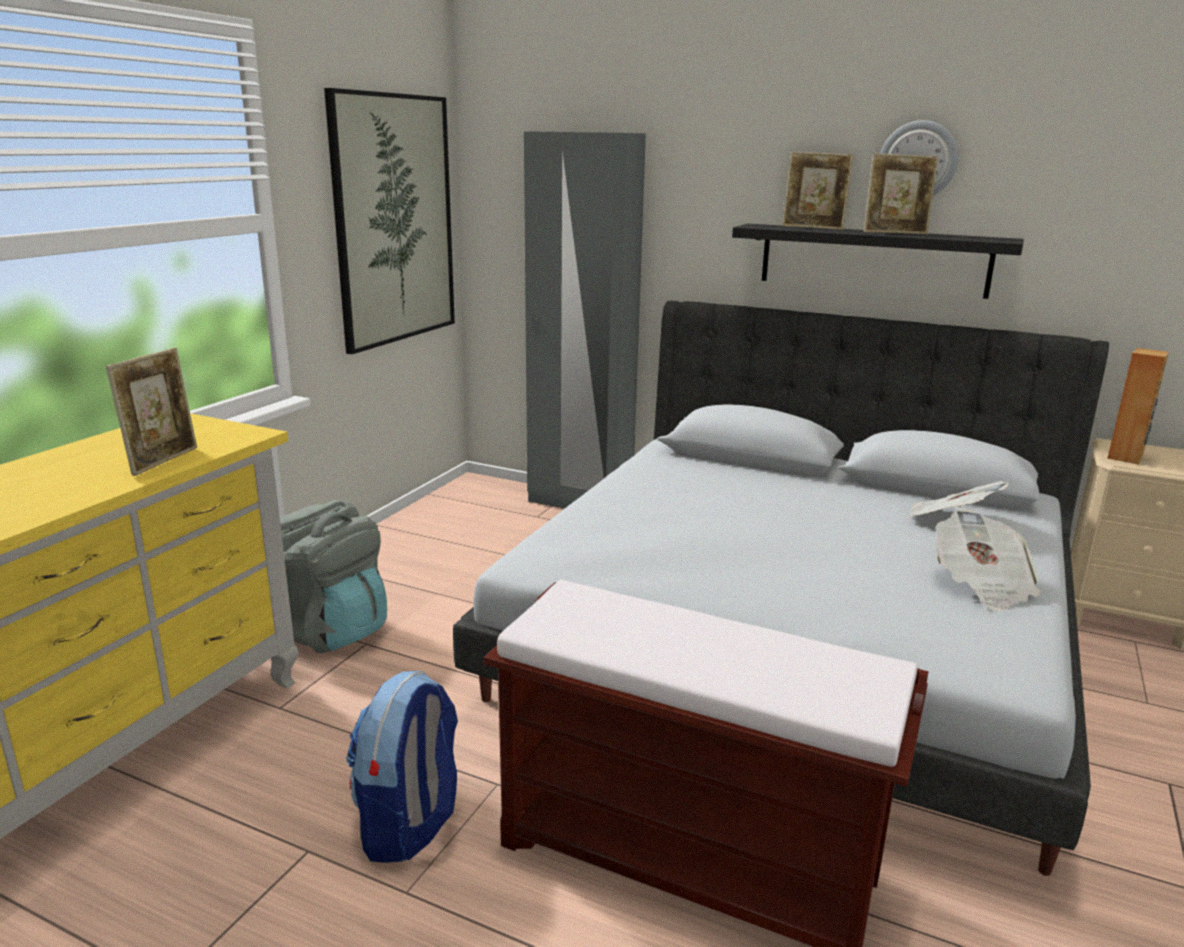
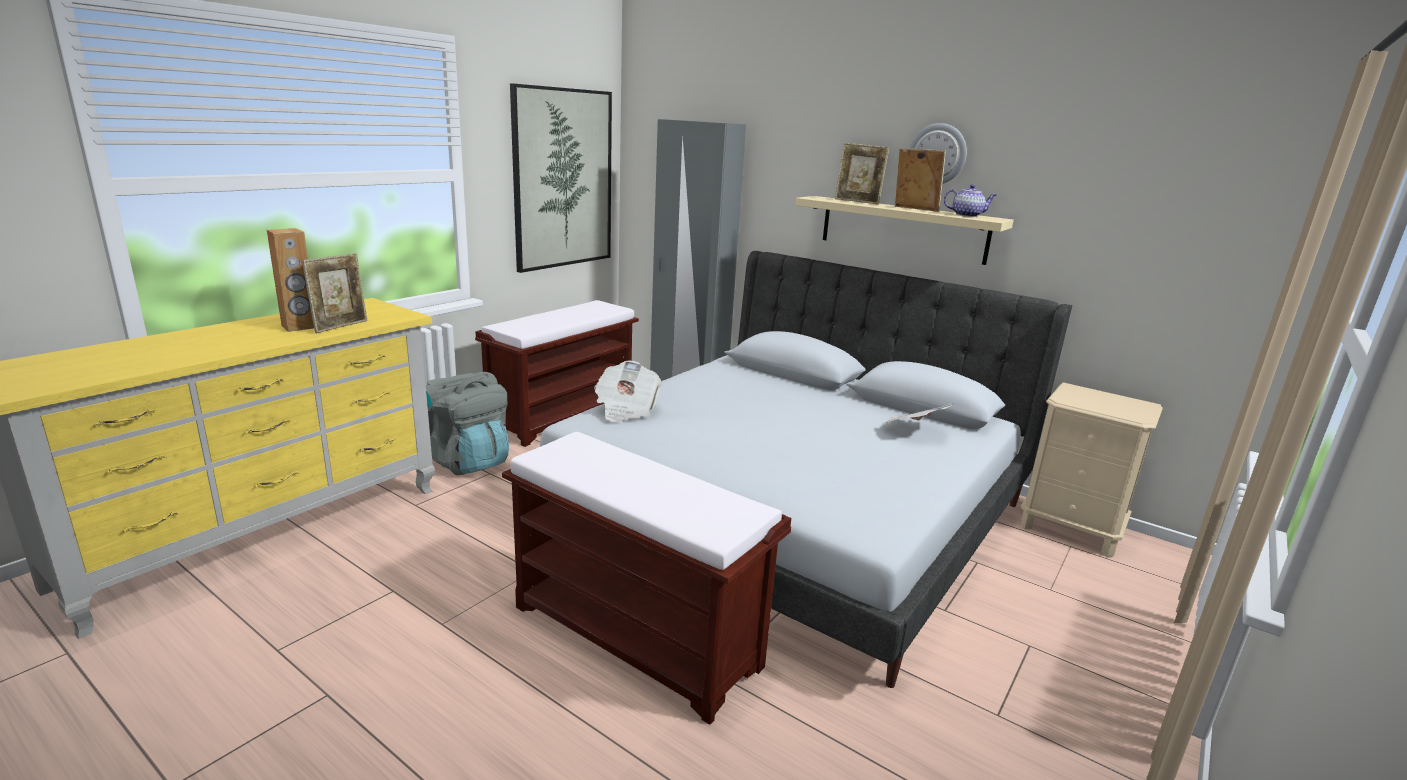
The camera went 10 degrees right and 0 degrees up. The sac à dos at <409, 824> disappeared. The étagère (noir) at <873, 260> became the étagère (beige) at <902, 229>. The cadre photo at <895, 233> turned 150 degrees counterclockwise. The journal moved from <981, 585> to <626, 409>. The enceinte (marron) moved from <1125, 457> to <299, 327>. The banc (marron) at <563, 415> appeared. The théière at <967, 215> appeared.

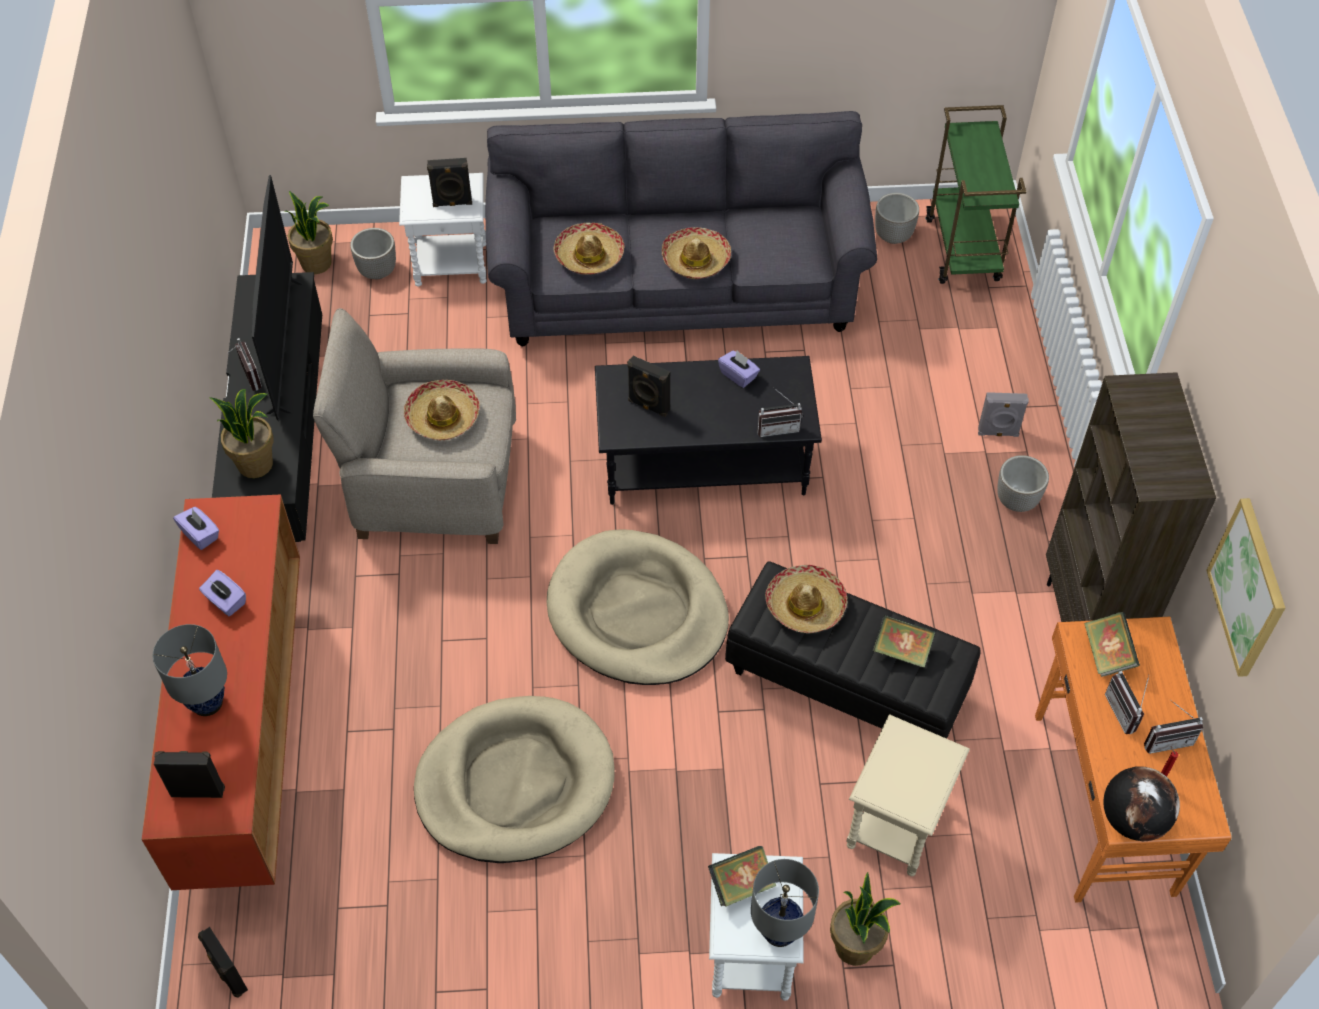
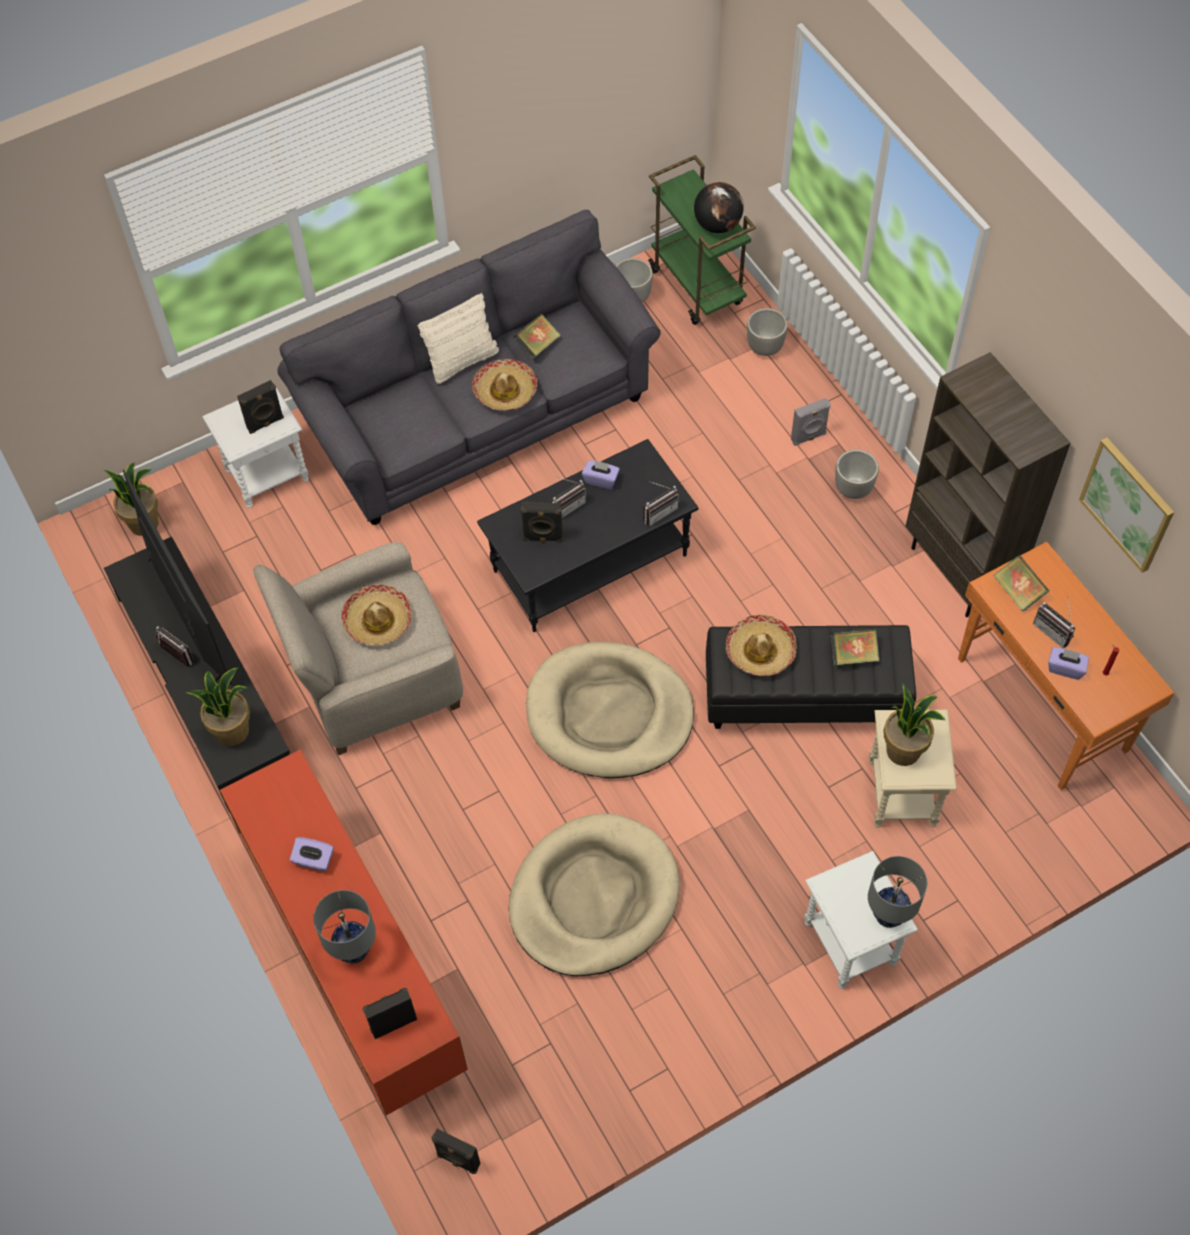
The camera went 25 degrees left and 5 degrees up. The boîte à mouchoirs (violet) moved from <200, 535> to <1065, 668>. The cache-pot moved from <377, 272> to <765, 348>. The chapeau at <589, 256> disappeared. The livre moved from <741, 884> to <537, 345>. The plante en pot moved from <855, 946> to <904, 750>. The globe moved from <1132, 819> to <717, 225>. The radio moved from <1166, 739> to <566, 506>. The coussin (beige) at <462, 361> appeared.

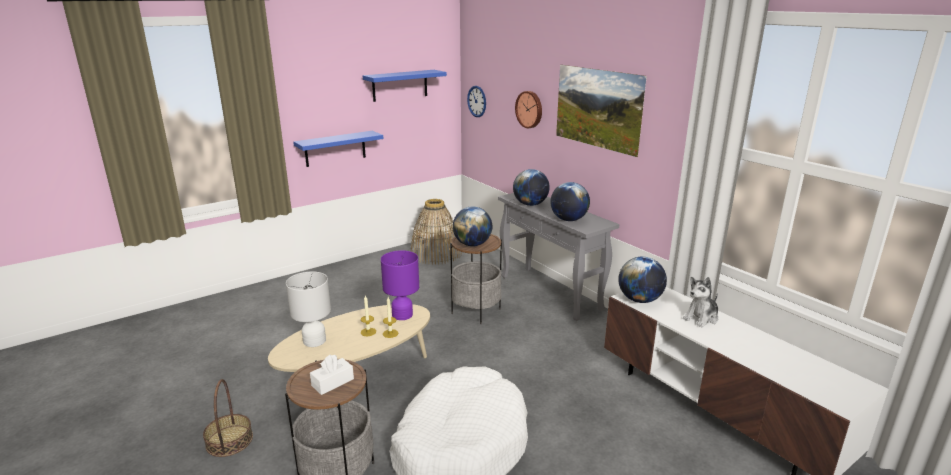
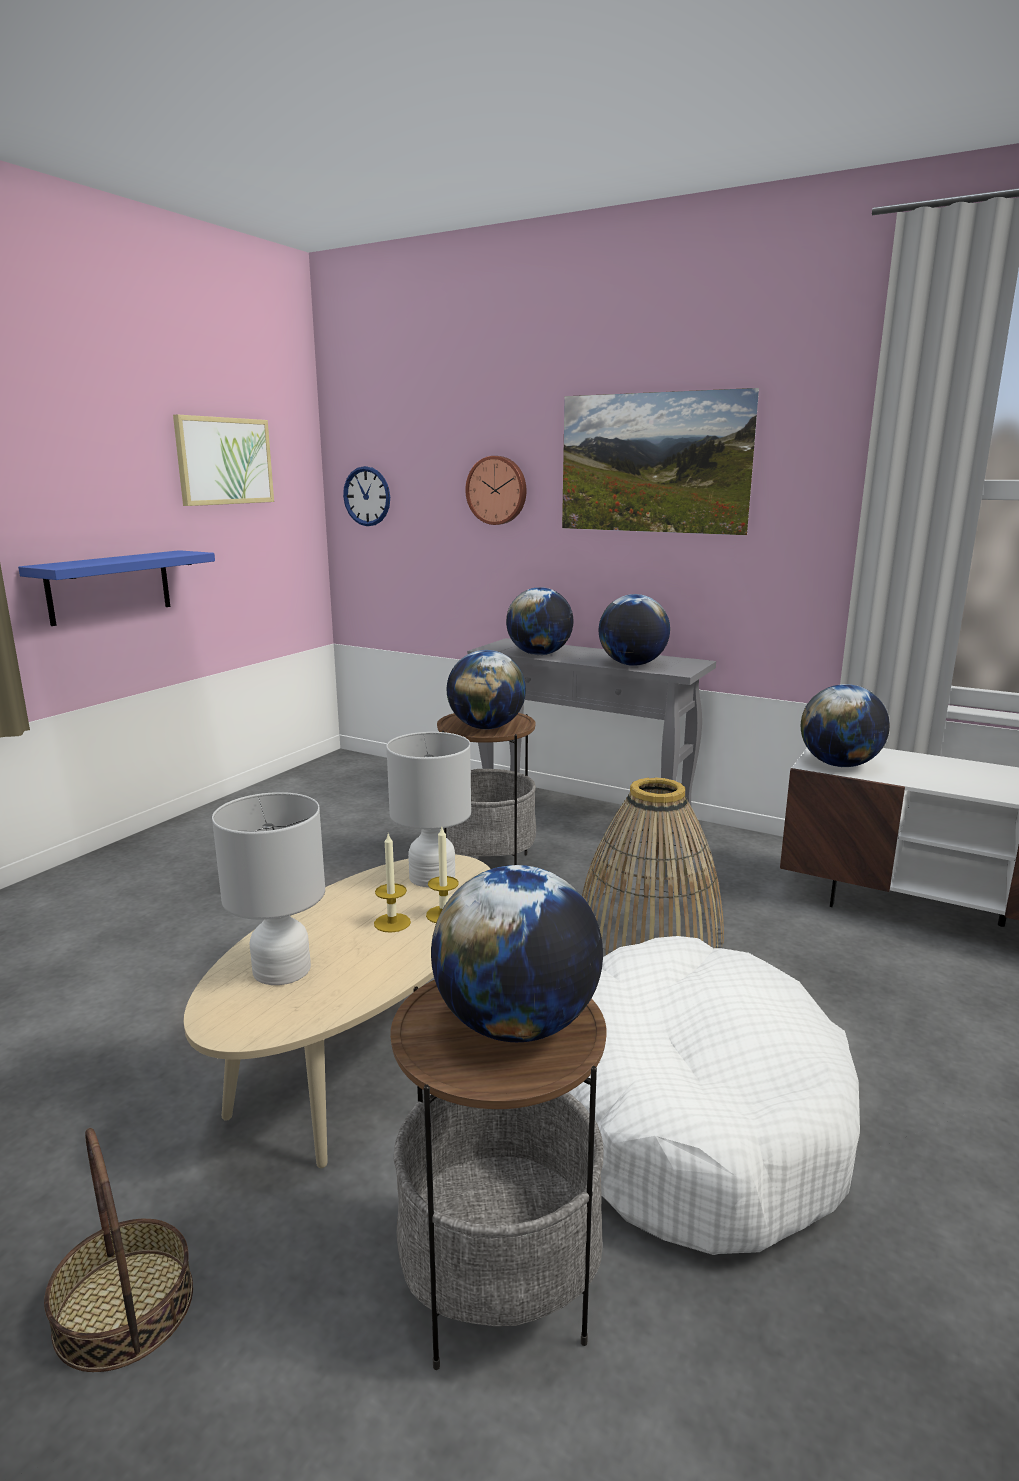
The camera went 25 degrees left and 5 degrees down. The boîte à mouchoirs (blanc) at <332, 382> was replaced by the globe at <517, 1024>. The étagère (bleu) at <400, 85> was replaced by the tableau at <224, 461>. The lampe de table (violet) at <402, 315> became the lampe de table (gris) at <431, 877>. The panier moved from <436, 253> to <649, 929>. The peluche at <701, 318> disappeared.

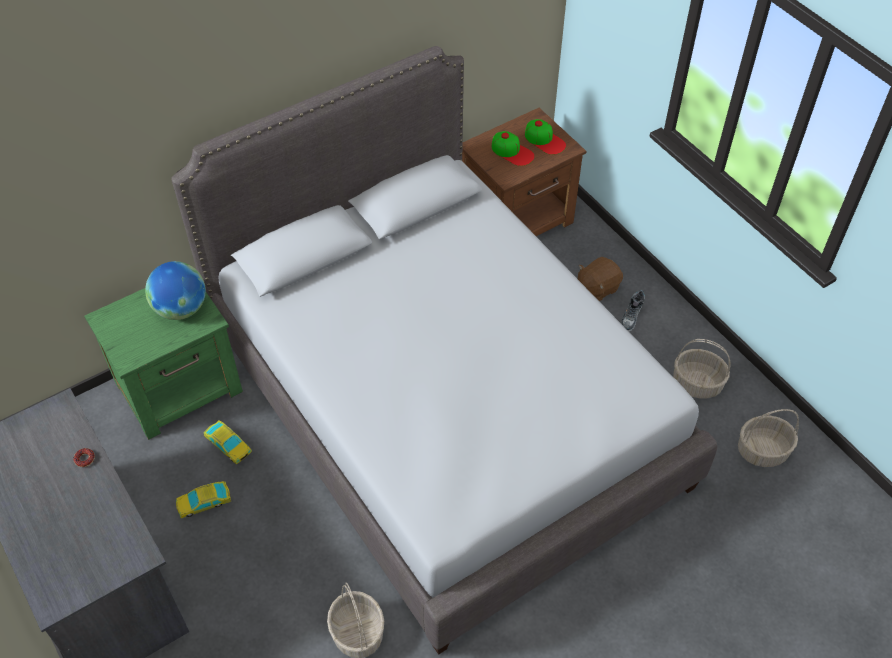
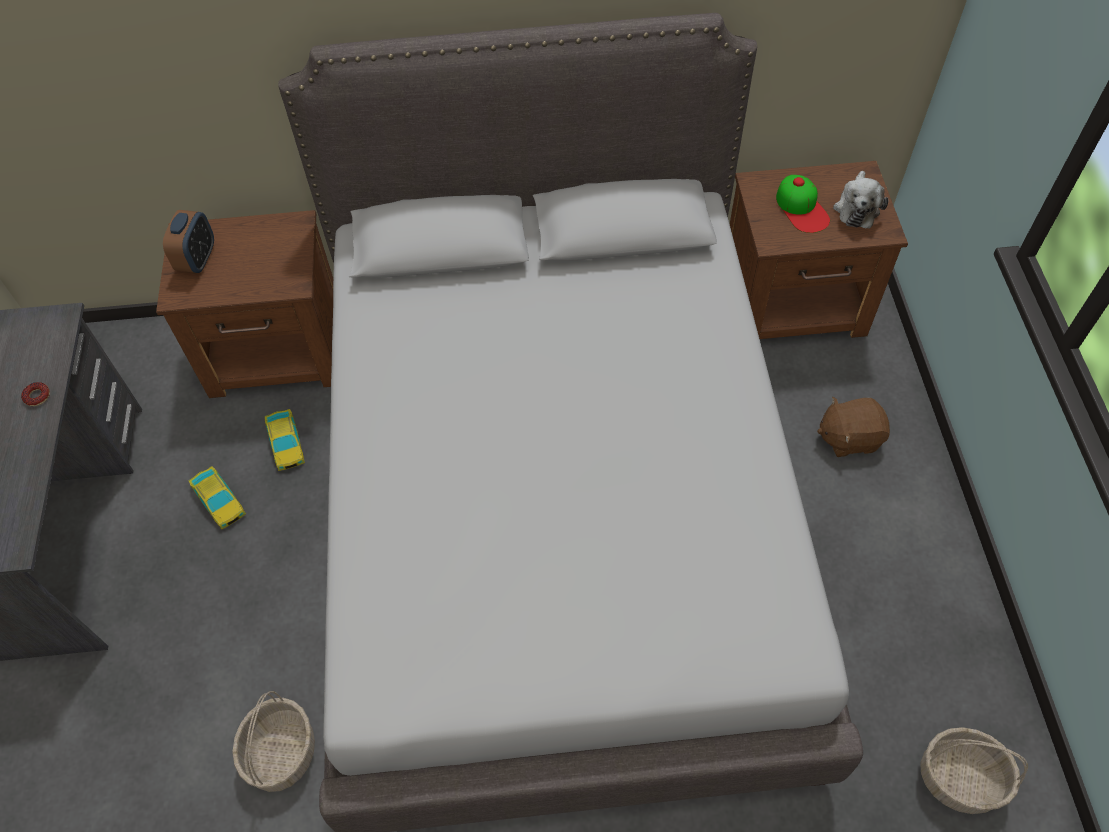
The camera went 30 degrees right and 5 degrees up. The table de chevet (vert) at <181, 387> became the table de chevet (marron) at <279, 352>. The globe at <180, 309> disappeared. The petite voiture at <204, 502> turned 135 degrees counterclockwise. The casquette at <544, 140> was replaced by the peluche at <857, 208>. The chaussure at <631, 317> disappeared. The panier at <697, 383> disappeared. The réveil at <198, 259> appeared.

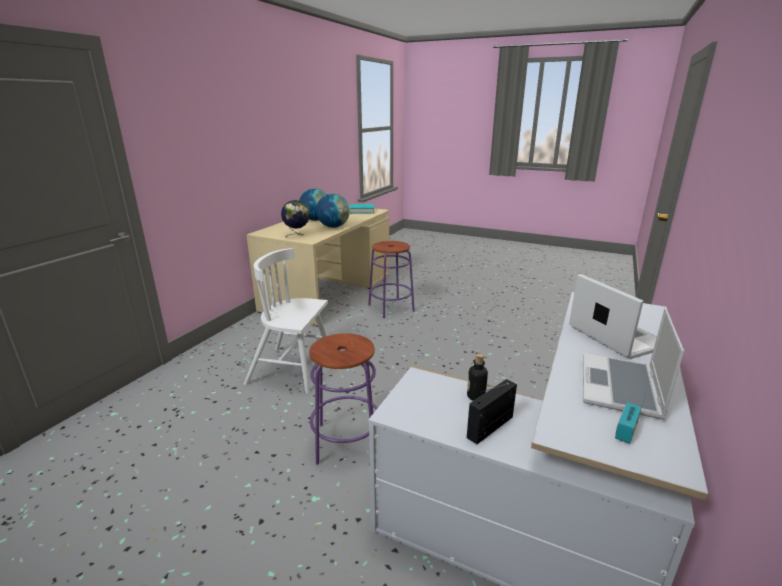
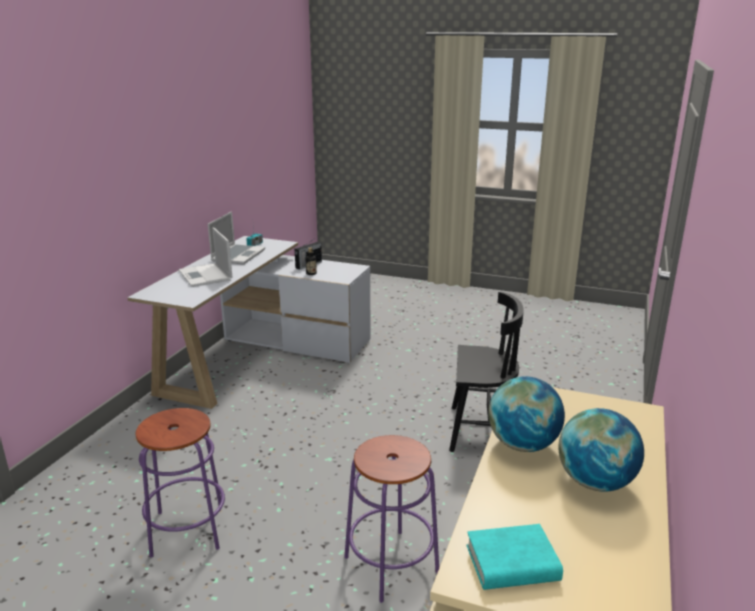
The camera went 175 degrees right and 0 degrees up. The chaise (blanc) at <296, 369> became the chaise (noir) at <483, 430>. The globe at <297, 235> disappeared. The tabouret (violet) moved from <346, 441> to <187, 530>.

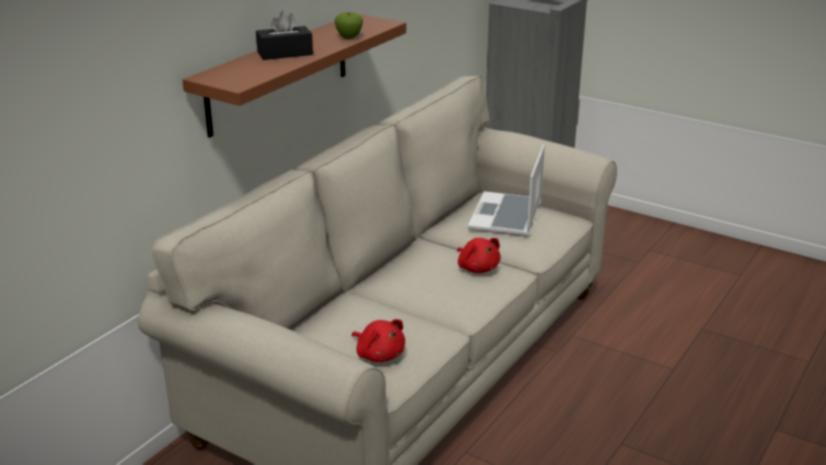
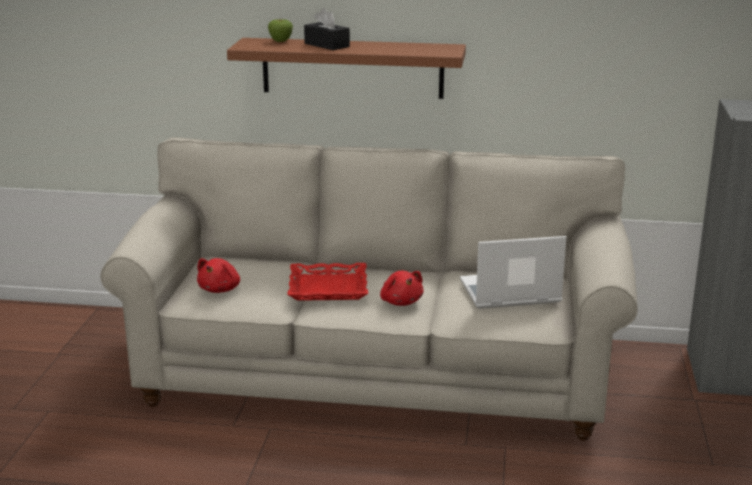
The camera went 65 degrees right and 5 degrees down. The pomme moved from <349, 37> to <280, 41>. The peluche (rouge) at <477, 268> turned 60 degrees counterclockwise. The plateau (rouge) at <328, 288> appeared.

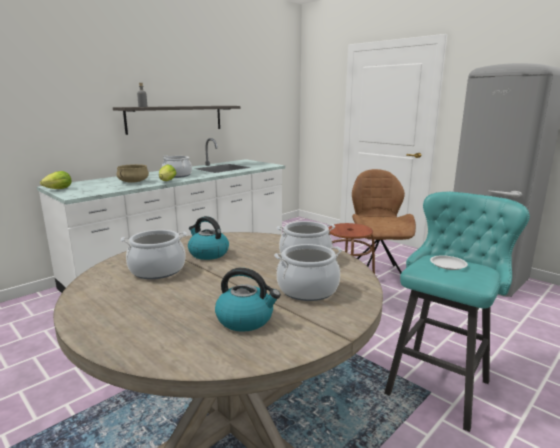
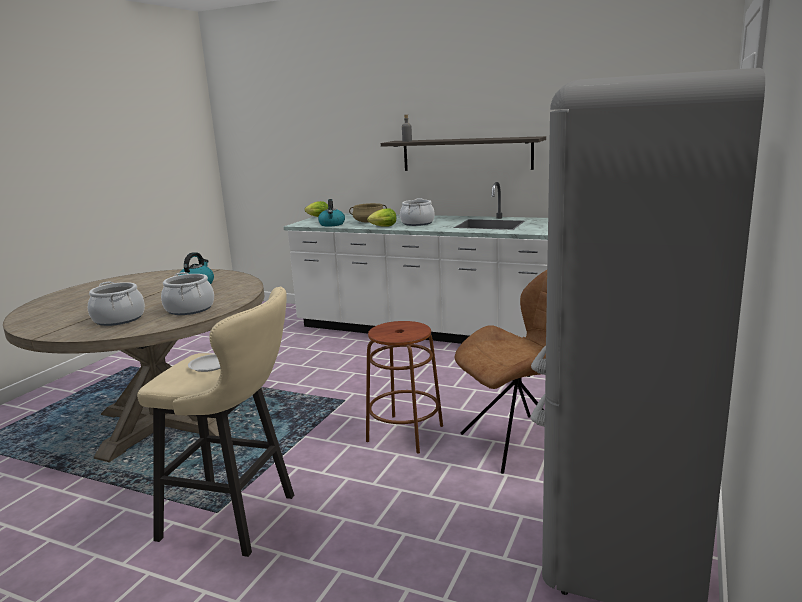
The camera went 70 degrees right and 0 degrees up. The marmite at <157, 270> disappeared. The bouilloire moved from <246, 319> to <332, 224>. The tabouret (turquoise) at <442, 380> became the tabouret (beige) at <241, 519>.

